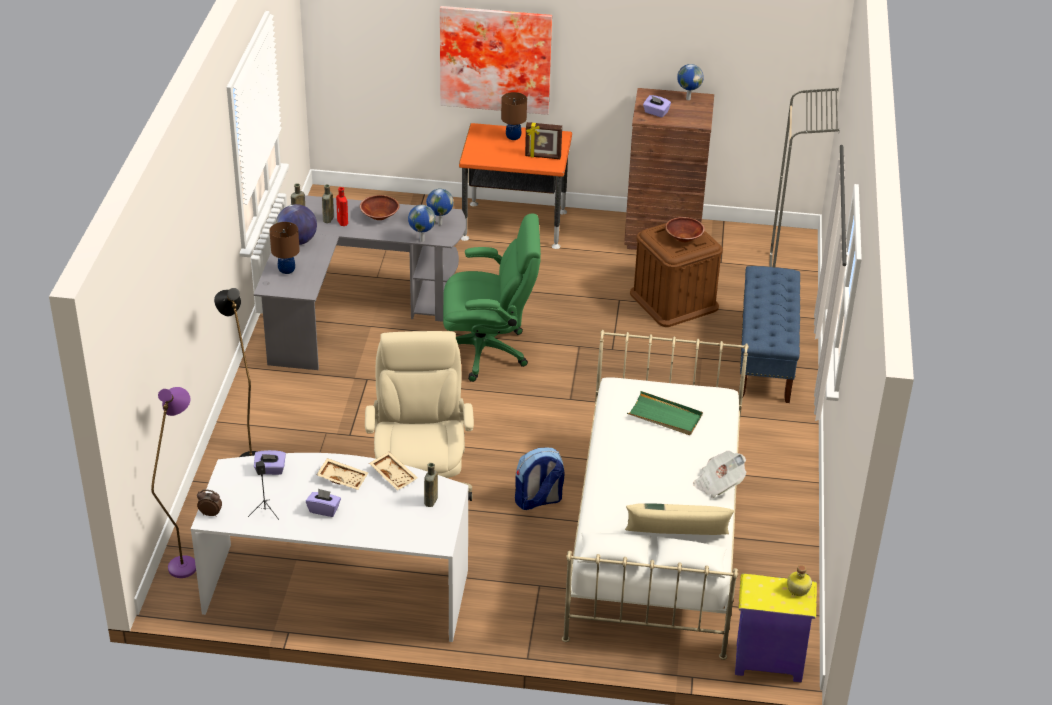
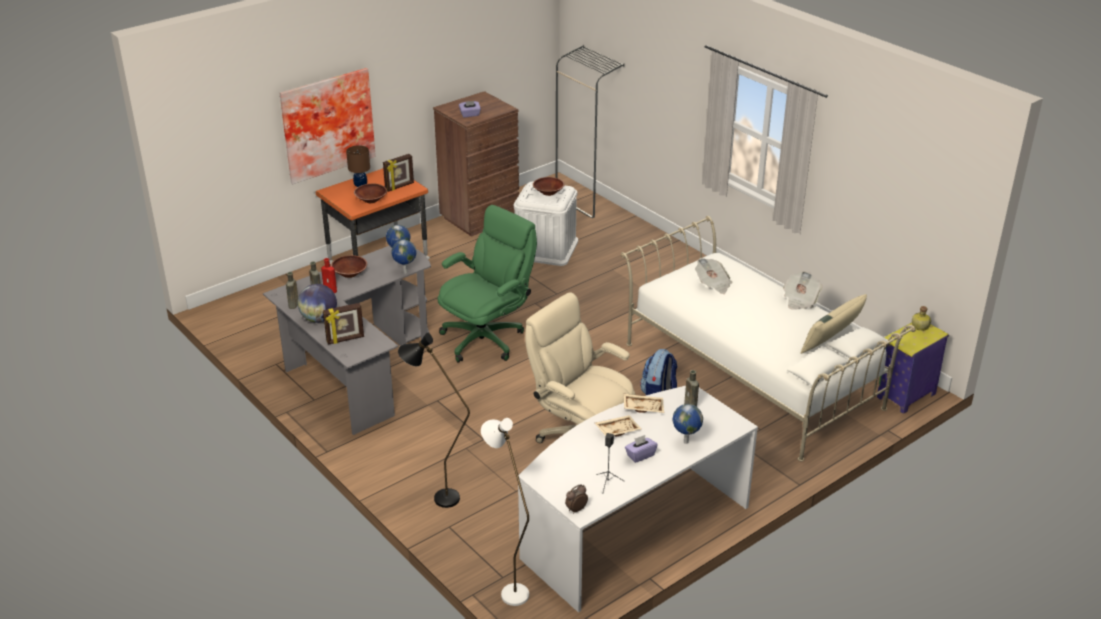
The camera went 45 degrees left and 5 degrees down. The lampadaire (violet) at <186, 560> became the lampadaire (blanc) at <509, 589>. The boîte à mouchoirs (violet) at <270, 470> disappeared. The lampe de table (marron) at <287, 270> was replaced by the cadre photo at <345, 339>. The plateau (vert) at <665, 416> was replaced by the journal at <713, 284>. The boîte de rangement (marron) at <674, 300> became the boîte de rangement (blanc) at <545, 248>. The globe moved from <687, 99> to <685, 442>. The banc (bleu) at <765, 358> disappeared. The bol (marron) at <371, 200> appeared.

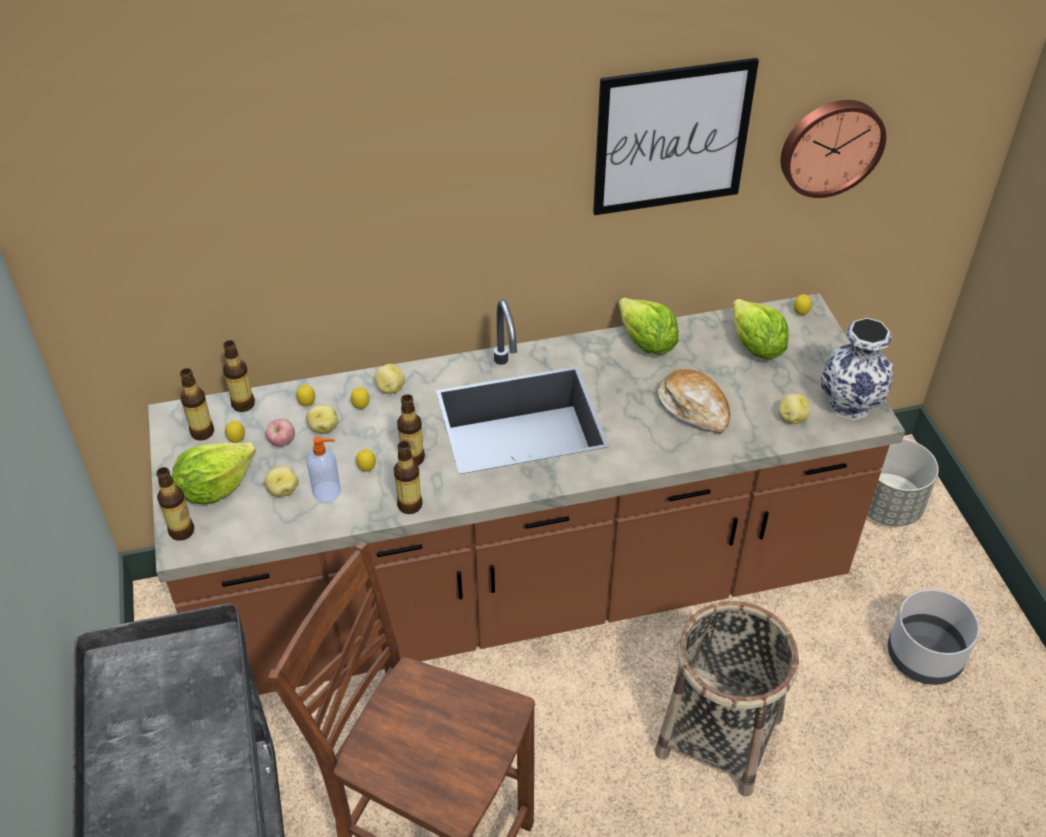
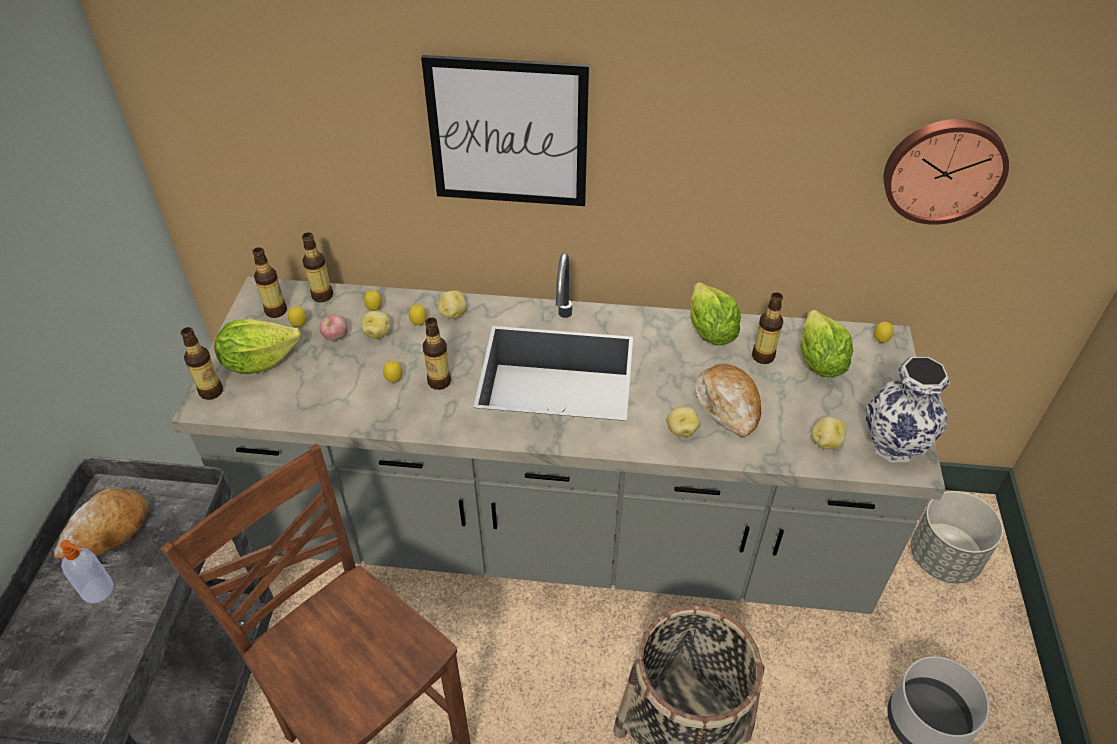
The camera went 20 degrees right and 0 degrees up. The comptoir de cuisine (marron) at <523, 588> became the comptoir de cuisine (gris) at <558, 532>. The pomme de terre moved from <282, 490> to <681, 429>. The distributeur de savon moved from <328, 492> to <99, 590>. The bouteille moved from <410, 505> to <763, 356>. The tableau moved from <672, 137> to <508, 133>. The pain at <107, 531> appeared.

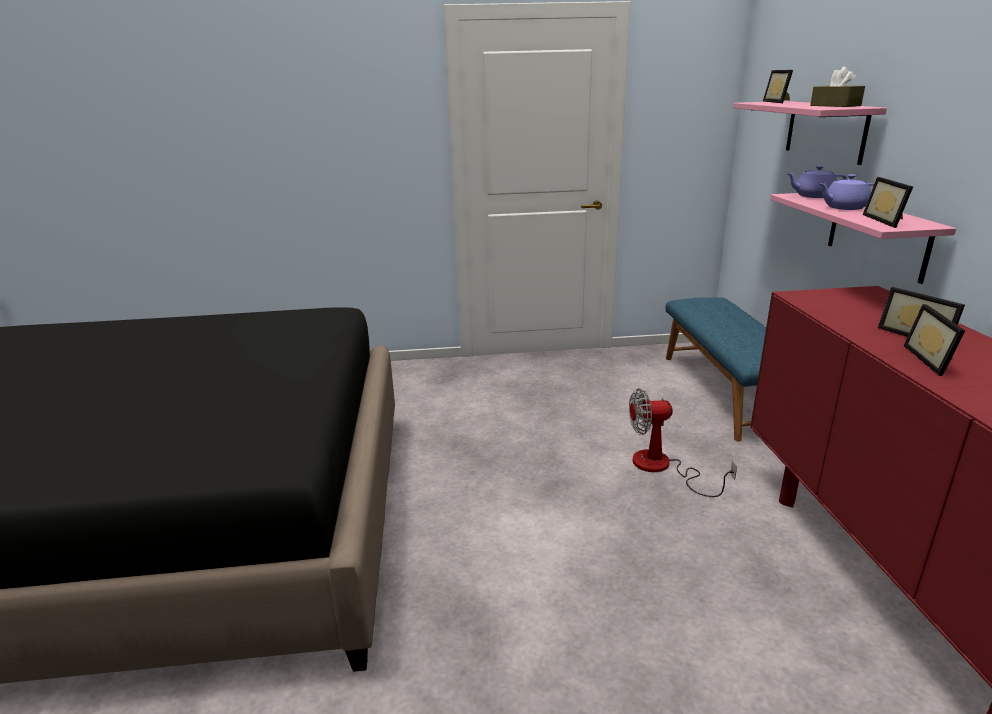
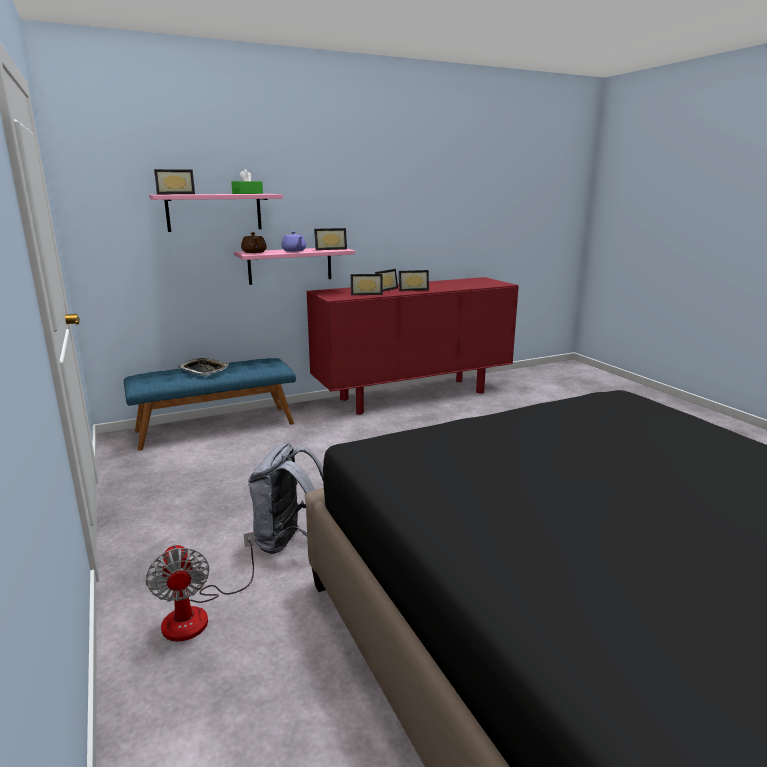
The camera went 110 degrees left and 5 degrees down. The ventilateur moved from <662, 468> to <198, 614>. The théière (violet) at <813, 196> became the théière (marron) at <254, 252>. The boîte à mouchoirs (marron) at <835, 105> became the boîte à mouchoirs (vert) at <247, 193>. The plateau at <204, 370> appeared. The sac à dos (gris) at <289, 541> appeared. The cadre photo at <366, 294> appeared.

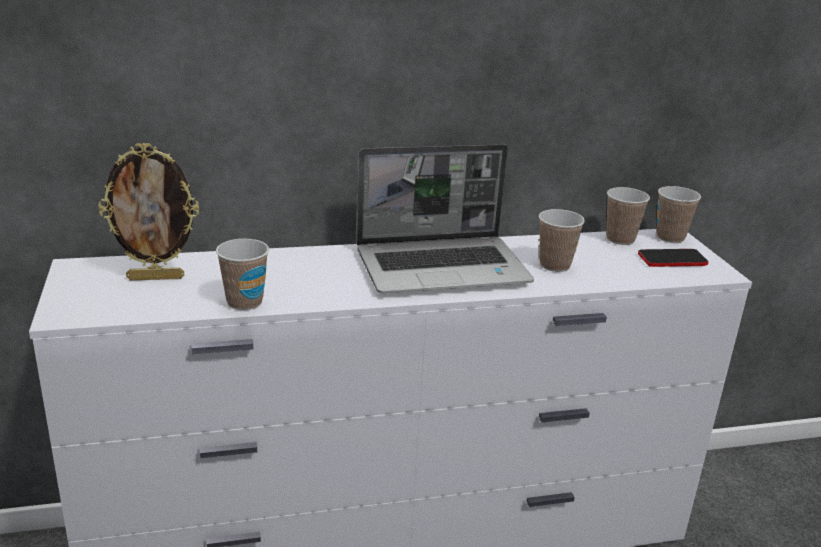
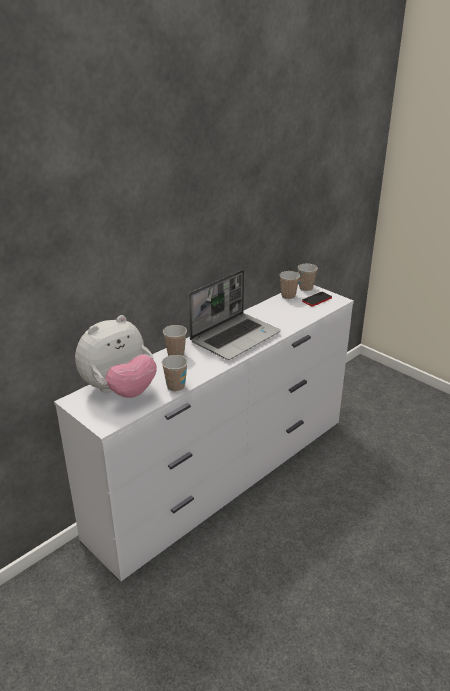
The camera went 30 degrees left and 5 degrees up. The cadre photo at <156, 277> was replaced by the peluche at <119, 390>. The tasse moved from <555, 265> to <176, 354>.

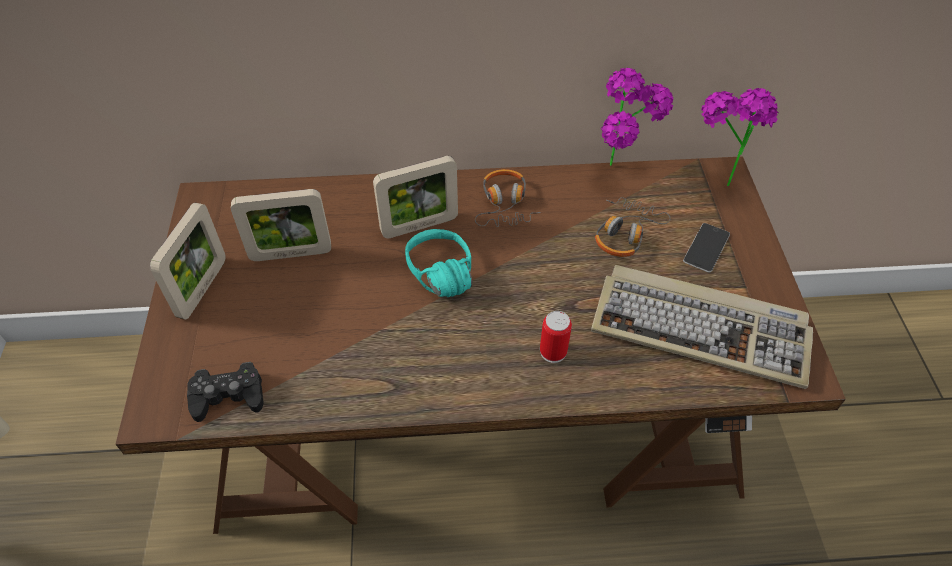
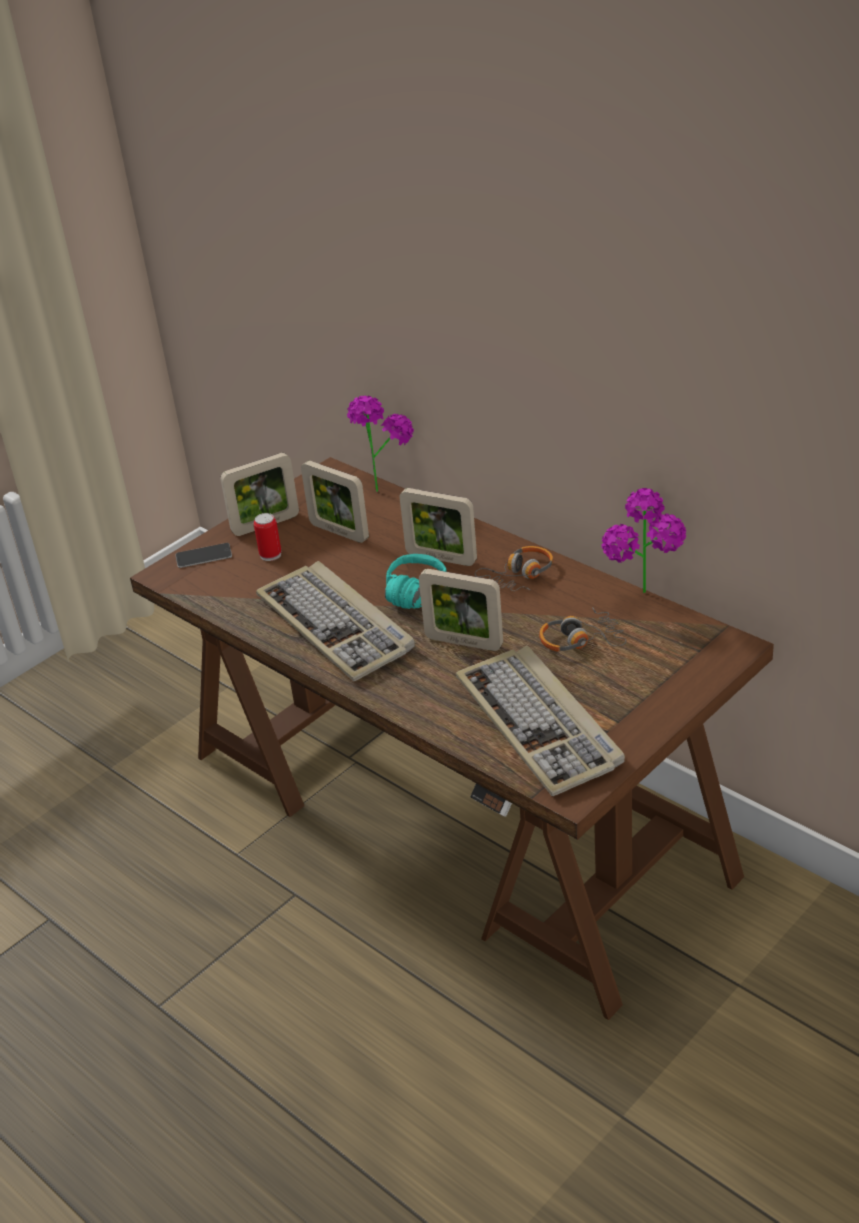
The camera went 50 degrees right and 15 degrees down. The manette (noir) at <228, 396> disappeared. The boîte métallique moved from <553, 352> to <270, 555>. The téléphone moved from <706, 247> to <203, 556>. The plante en pot moved from <720, 176> to <383, 484>. The clavier at <337, 625> appeared. The cadre photo at <464, 642> appeared.

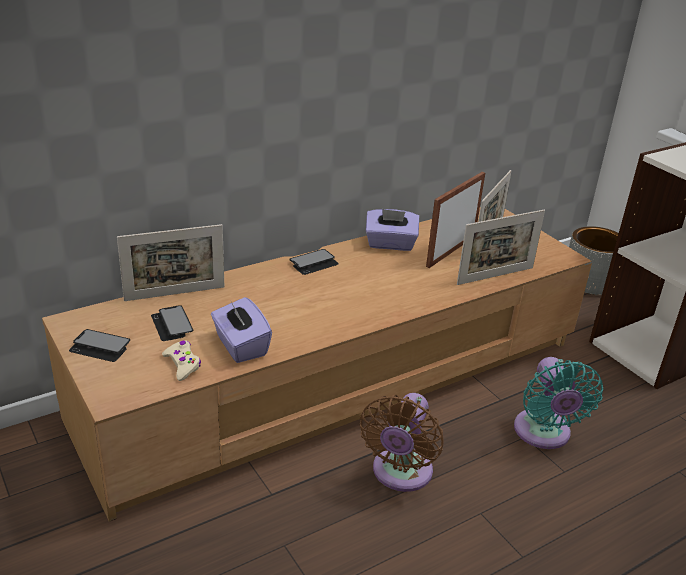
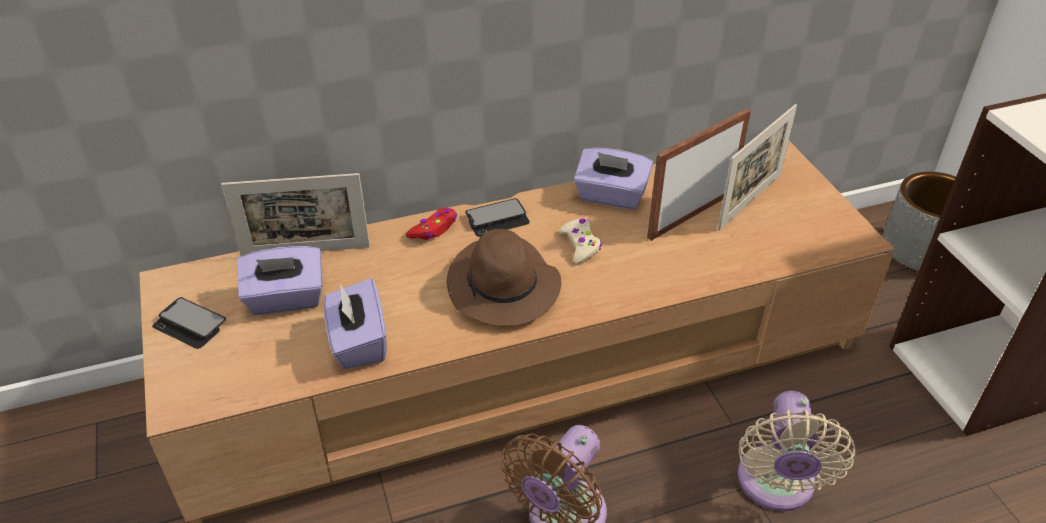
The camera went 15 degrees right and 10 degrees up. The téléphone at <172, 324> was replaced by the boîte à mouchoirs (violet) at <286, 299>. The manette (beige) moved from <182, 364> to <580, 245>. The cadre photo at <495, 276> disappeared. The ventilateur (turquoise) at <543, 434> became the ventilateur (beige) at <776, 486>. The manette (rouge) at <434, 229> appeared. The chapeau (marron) at <504, 288> appeared.

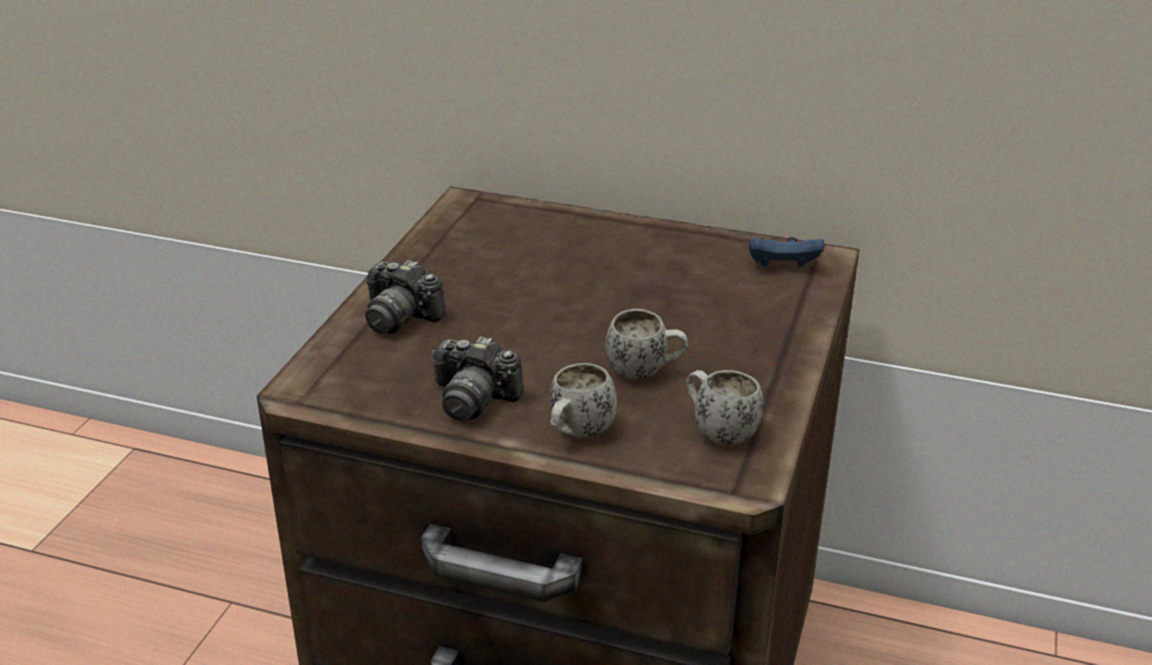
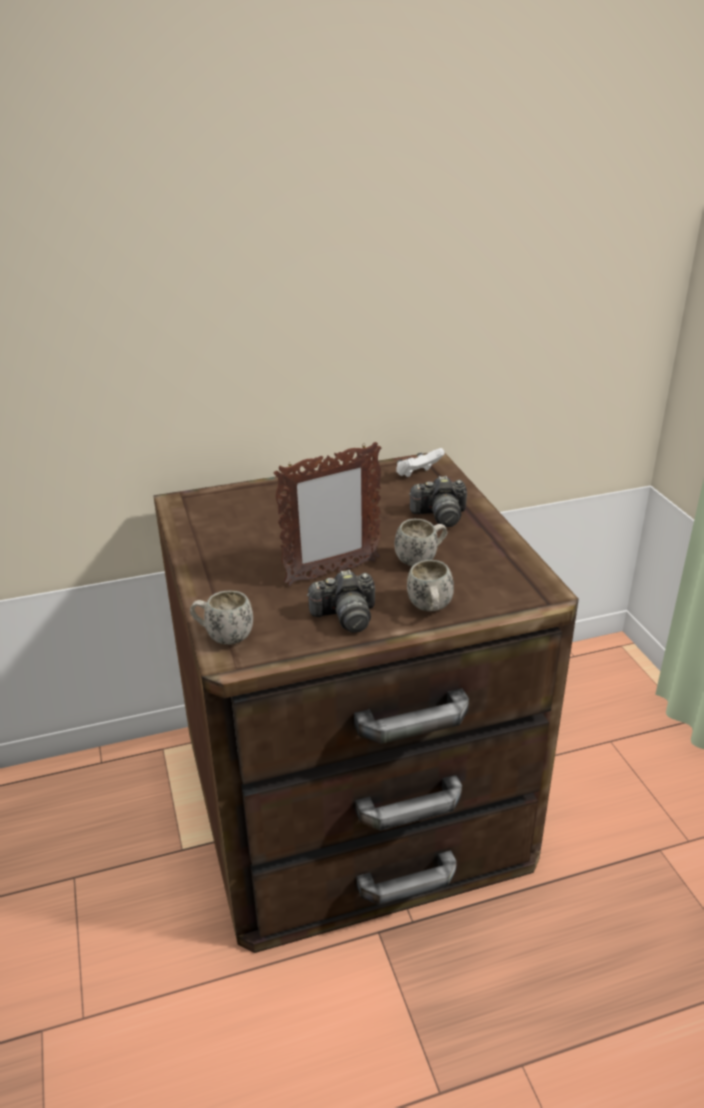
The camera went 35 degrees left and 0 degrees up. The appareil photo moved from <400, 317> to <440, 516>. The mug (blanc) moved from <717, 431> to <223, 637>. The manette (bleu) at <782, 268> became the manette (blanc) at <418, 474>. The cadre photo at <331, 573> appeared.

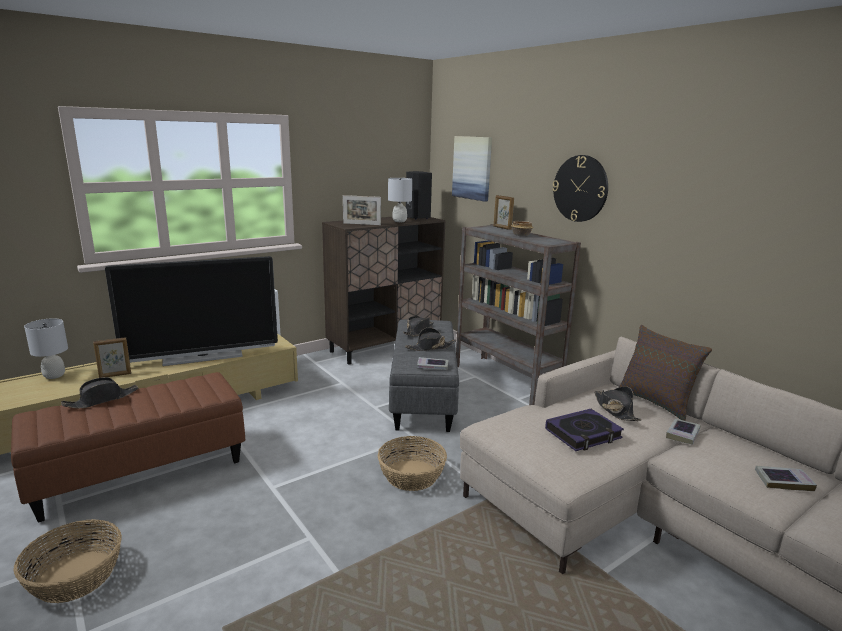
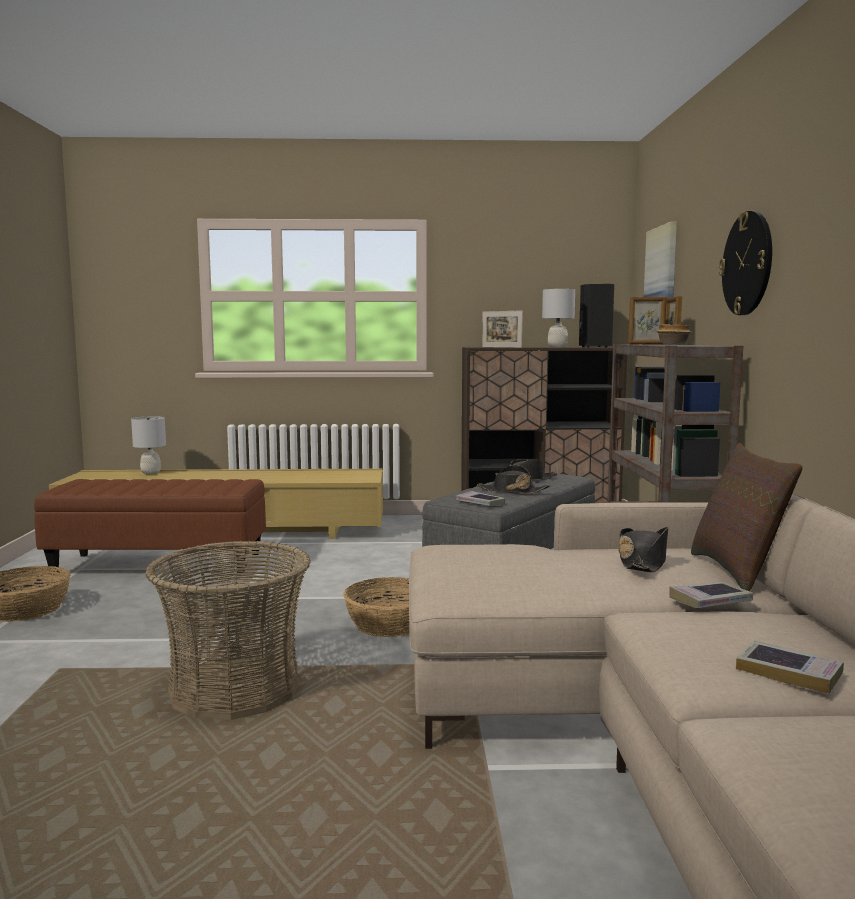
The camera went 35 degrees right and 10 degrees down. The chapeau (noir) at <102, 399> disappeared. The cadre photo moved from <115, 375> to <646, 344>. The téléviseur at <203, 357> disappeared. The livre at <583, 434> disappeared. The panier at <234, 689> appeared.

